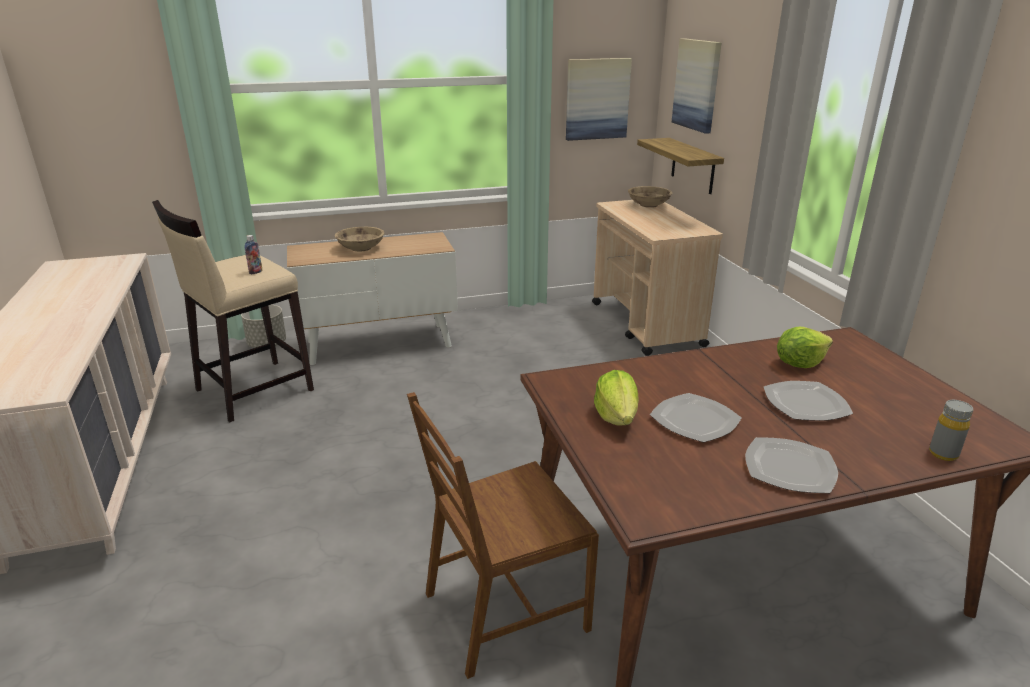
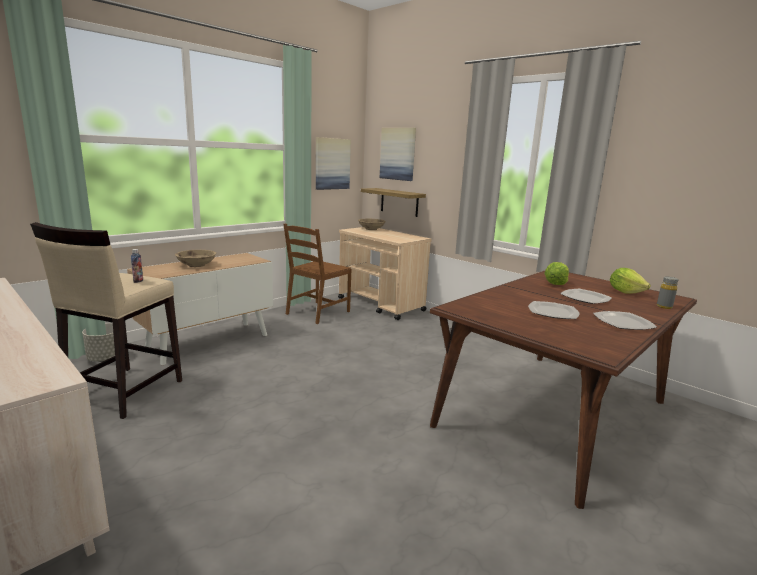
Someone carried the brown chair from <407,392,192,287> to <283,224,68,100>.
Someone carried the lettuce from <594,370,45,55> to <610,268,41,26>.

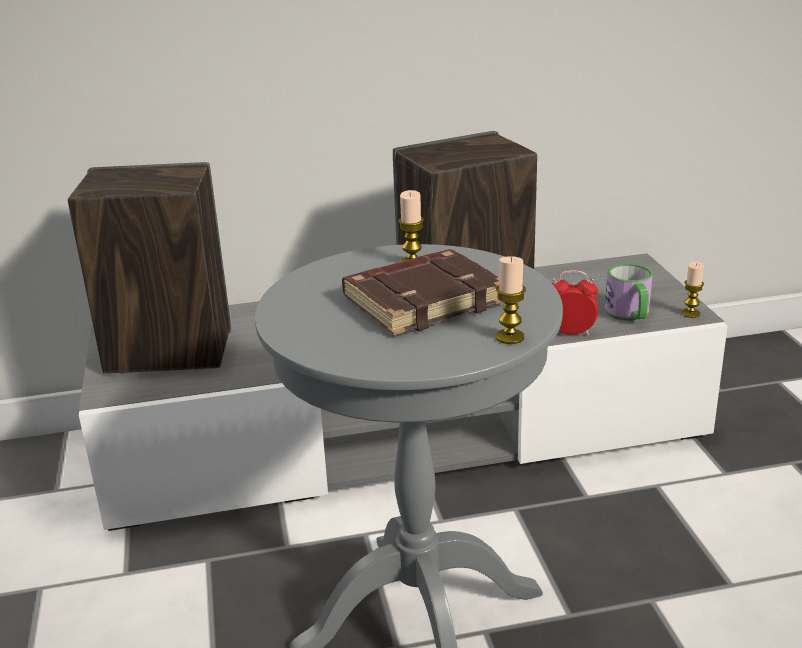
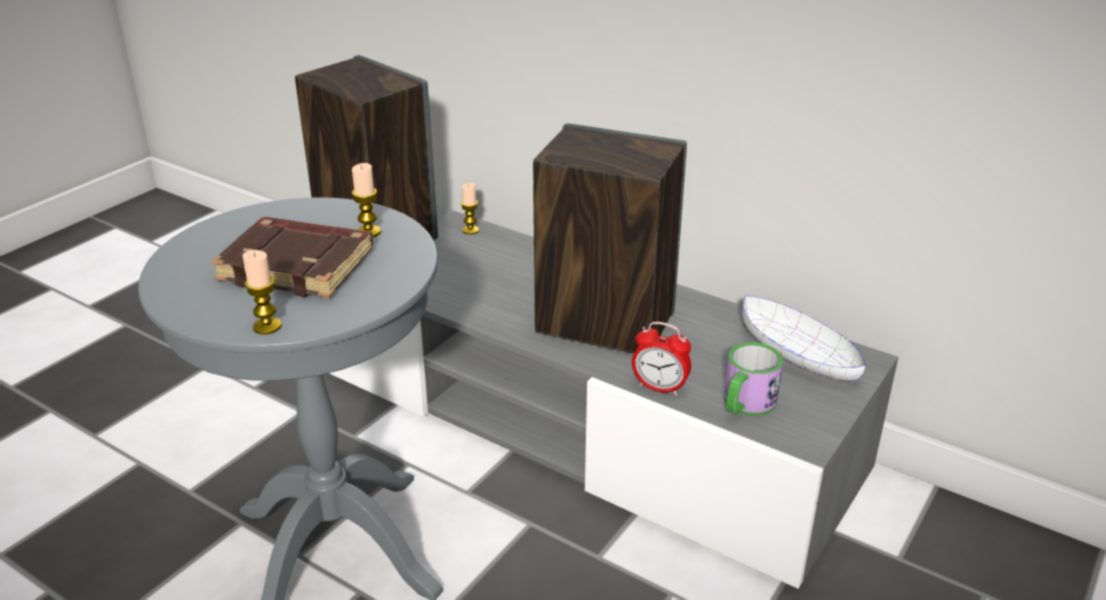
Someone carried the candle from <681,261,23,57> to <461,183,18,52>.
Someone rotated the alarm clock at <552,270,46,65> by 150 degrees clockwise.
Someone put down the white bowl at <743,296,123,85>.

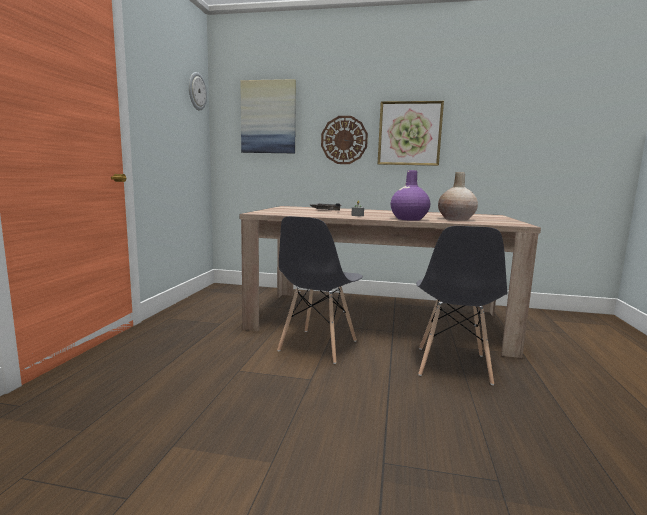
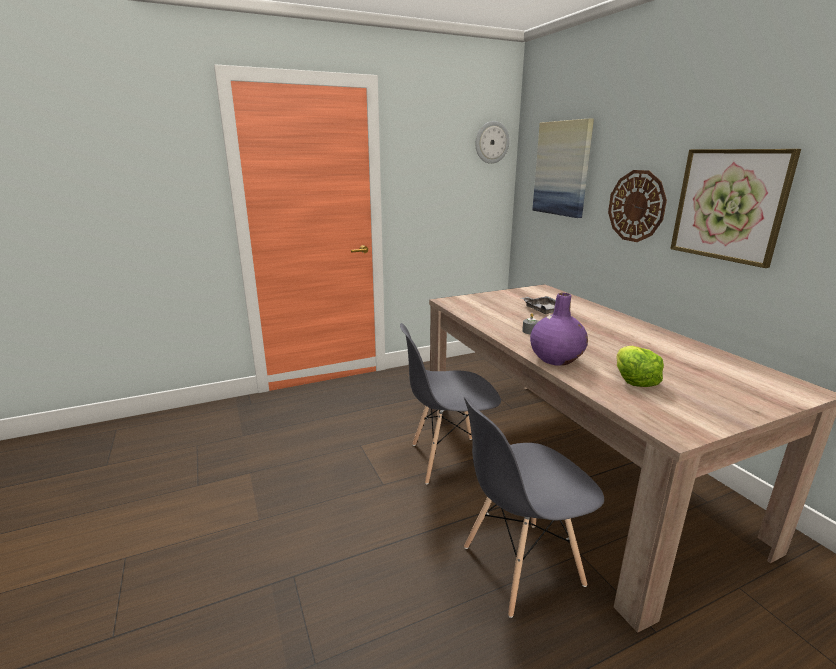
Someone swapped the beige vase at <438,172,40,49> for the lettuce at <616,346,48,41>.

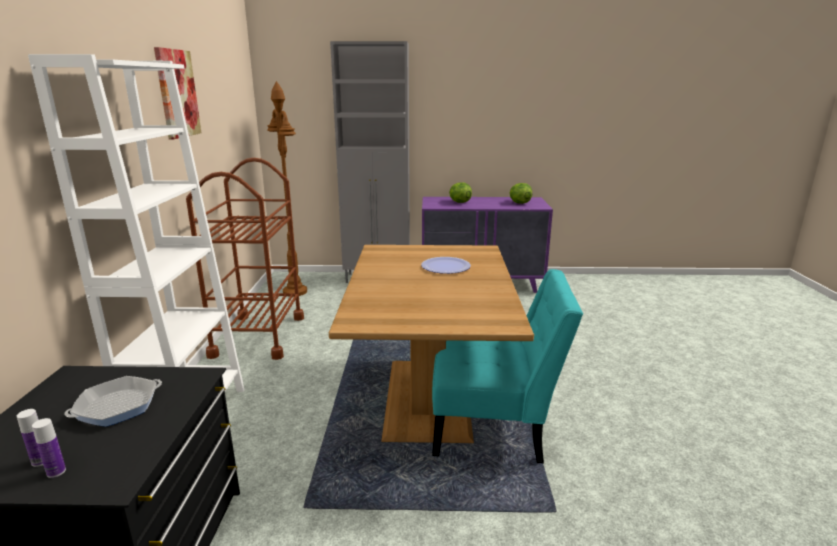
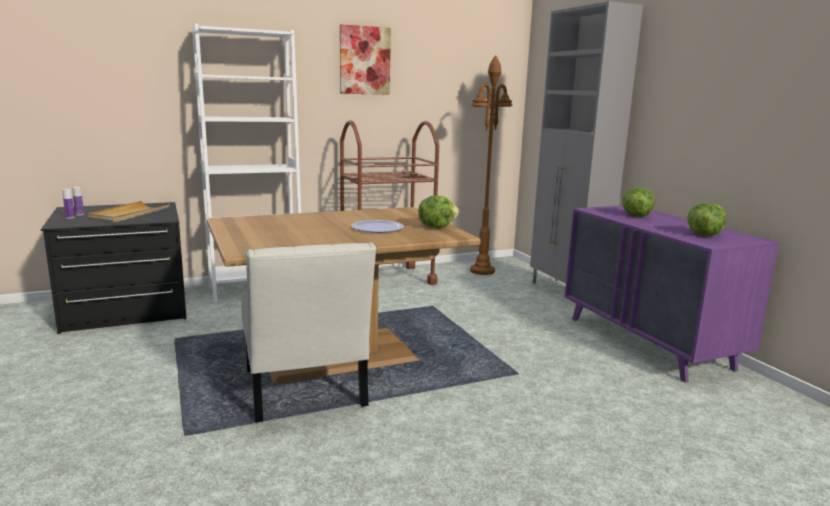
Someone swapped the frying pan at <64,376,98,51> for the beige tray at <88,201,82,21>.
Someone repainted the turquoise chair at <432,269,151,195>, which became the white chair at <241,242,135,181>.
Someone put down the lettuce at <418,195,41,33>.

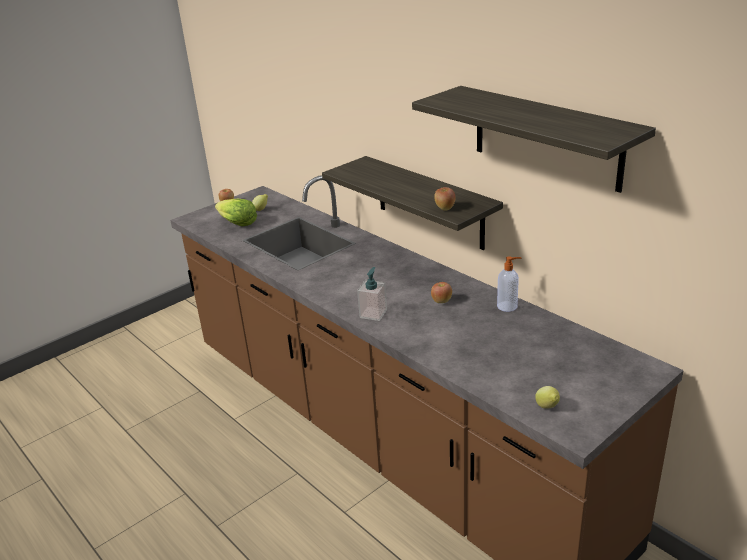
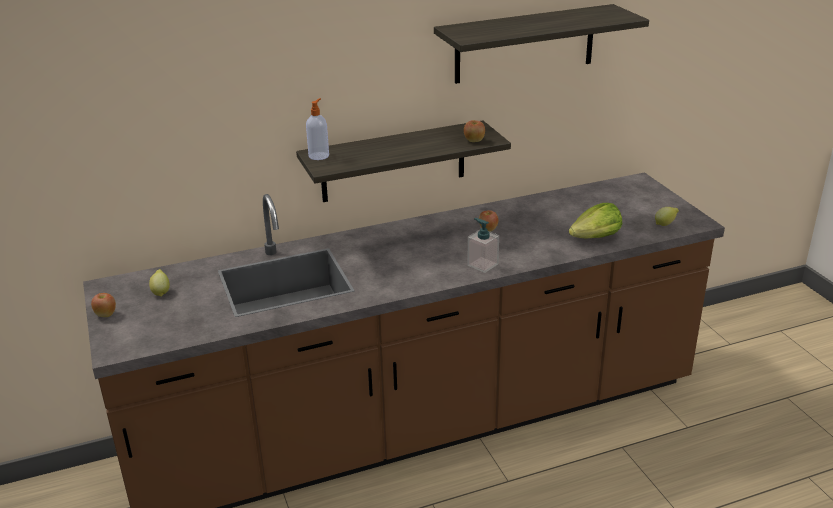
Someone carried the soap dispenser from <497,256,24,56> to <306,98,23,62>.
Someone carried the lettuce from <215,199,42,27> to <569,203,53,35>.

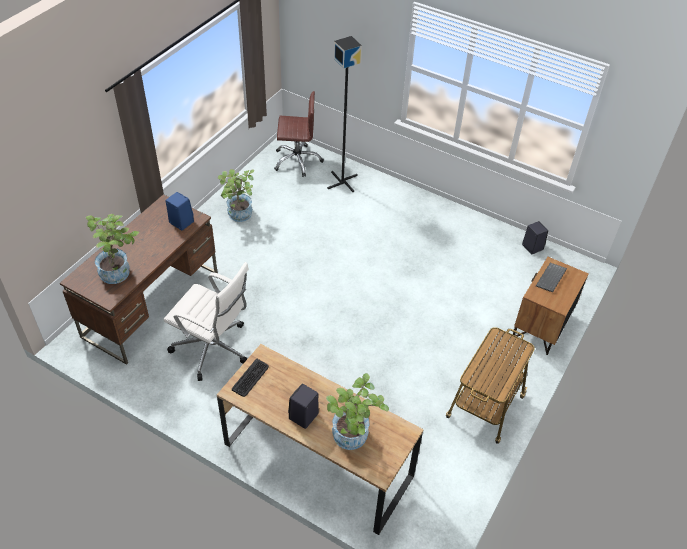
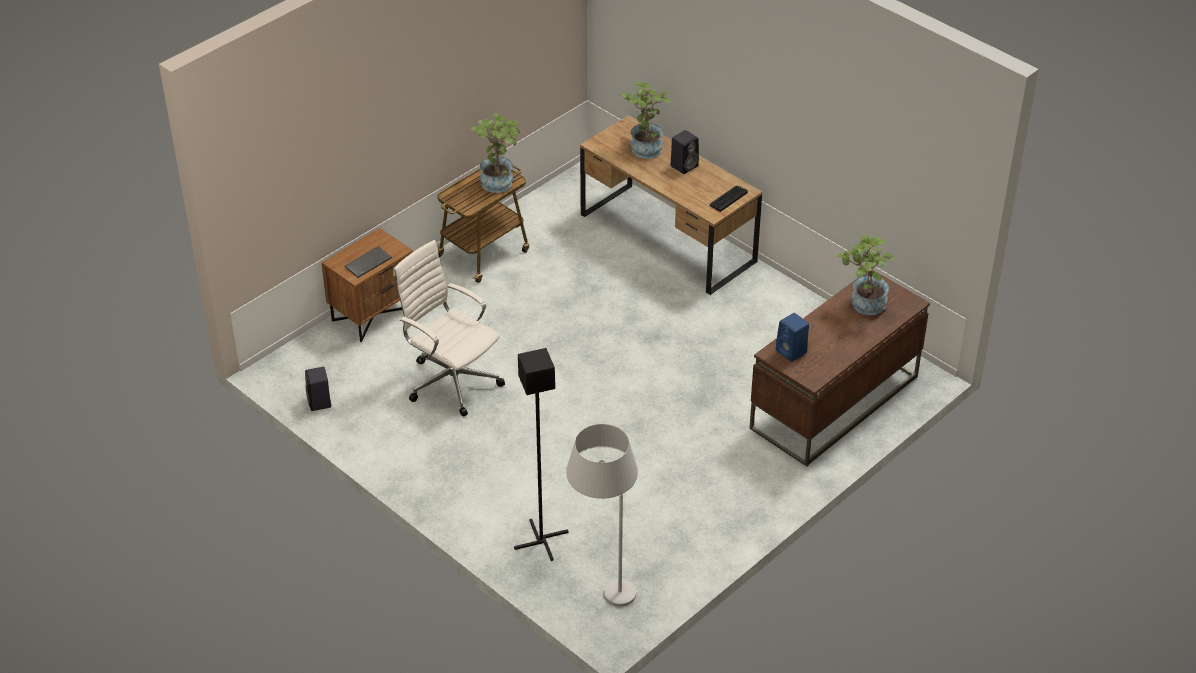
Someone carried the white office chair from <163,262,86,119> to <393,240,112,177>.
Someone carried the potted plant from <218,169,36,53> to <471,113,49,80>.
Someone swapped the brown office chair at <274,91,50,86> for the white floor lamp at <566,424,72,183>.

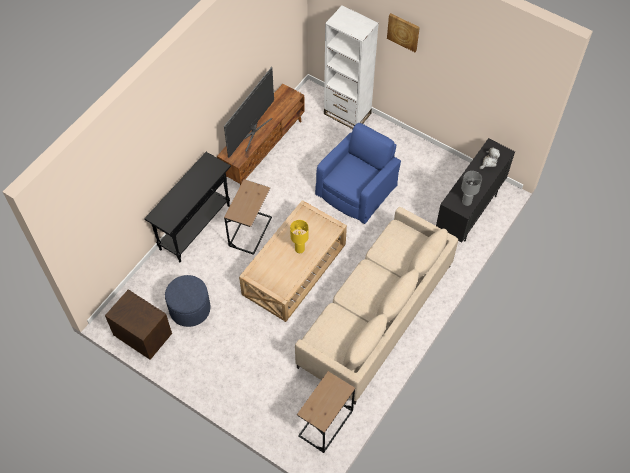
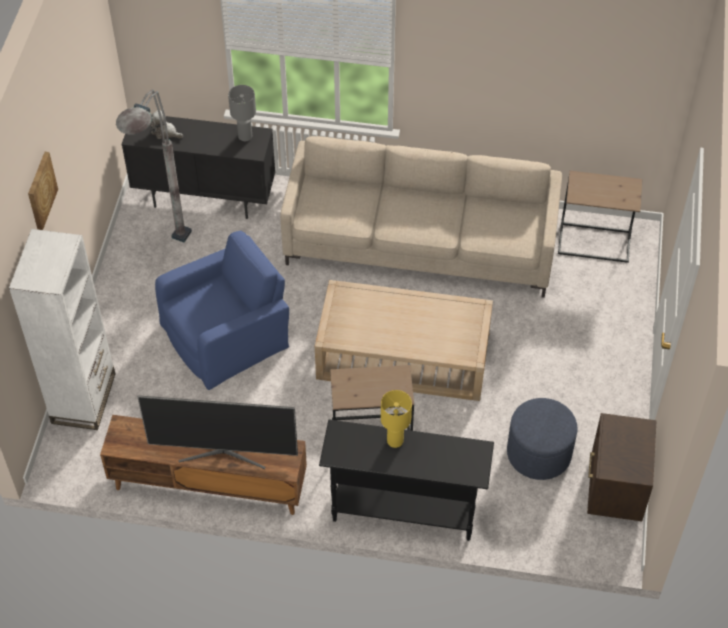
Someone put down the grey floor lamp at <116,90,76,152>.
Someone rotated the blue armchair at <315,123,86,101> by 135 degrees clockwise.
Someone carried the yellow table lamp from <290,220,19,33> to <381,390,31,58>.

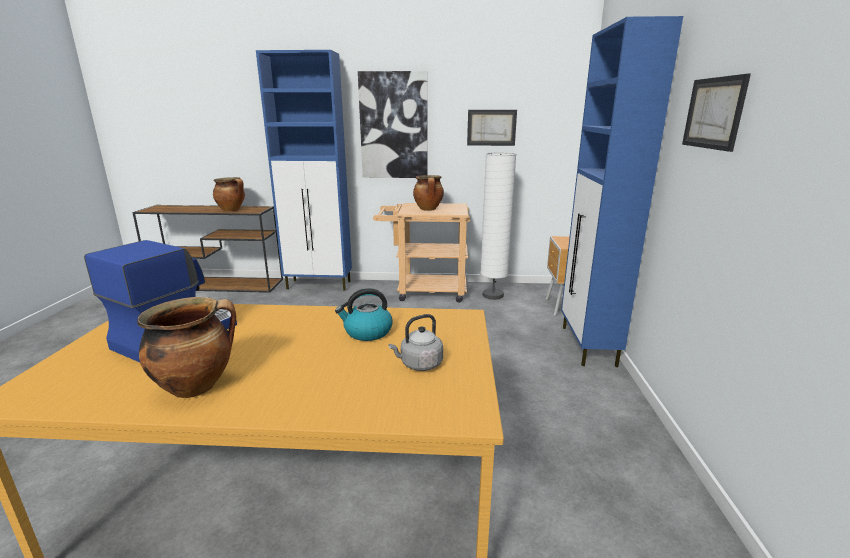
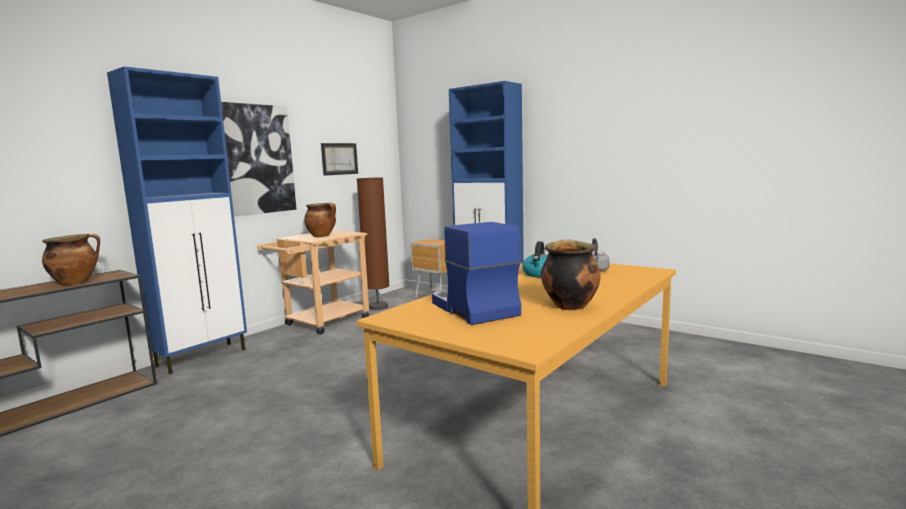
Someone repainted the white floor lamp at <480,152,36,148>, which became the brown floor lamp at <357,177,33,133>.
Someone took away the picture at <682,74,69,78>.

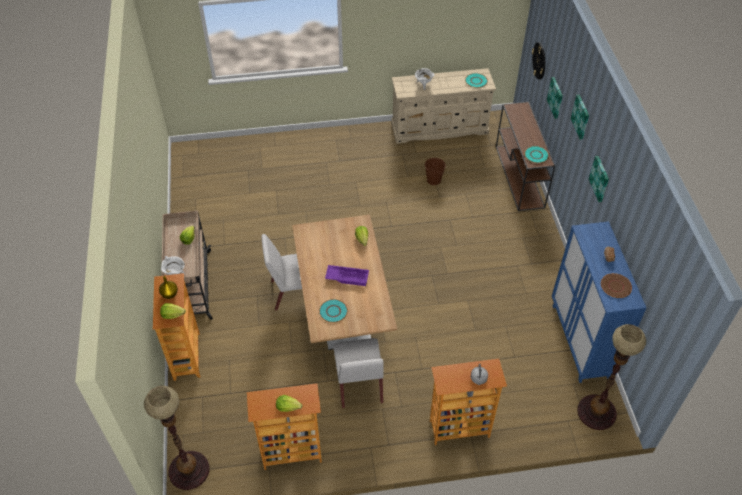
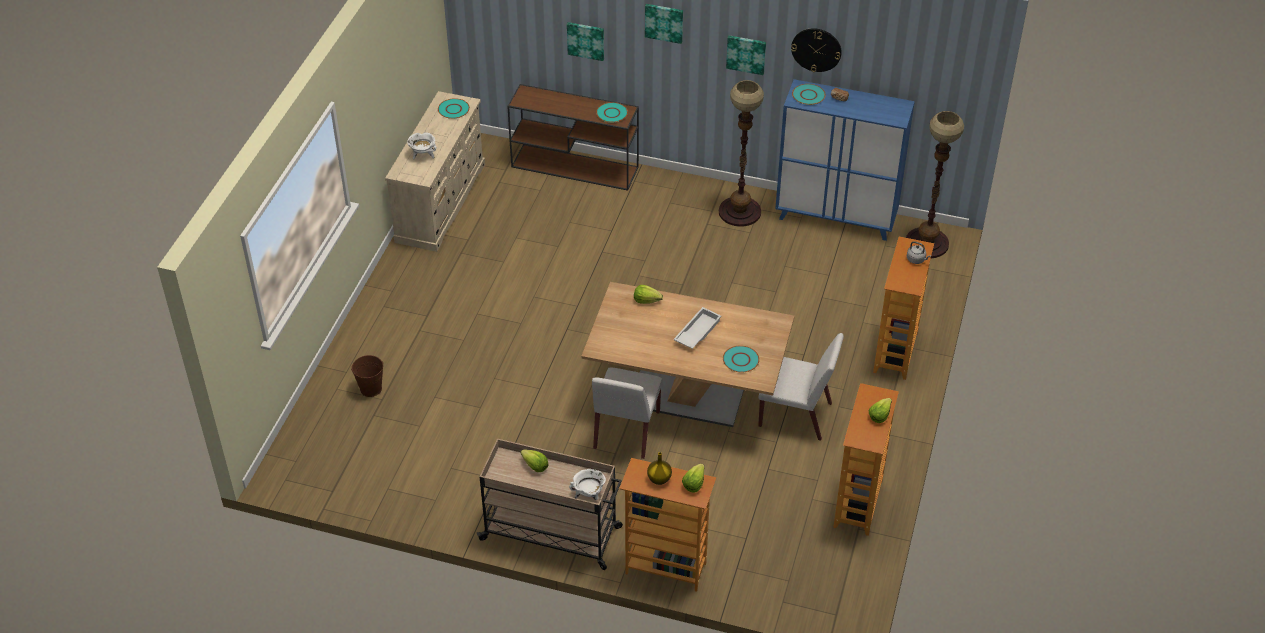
Someone carried the brown bucket from <425,158,21,27> to <351,355,32,42>.
Someone repainted the purple tray at <325,265,44,21>, which became the white tray at <673,307,48,42>.
Someone carried the floor lamp from <144,386,66,104> to <719,80,45,147>.
Someone carried the wall clock from <532,42,13,38> to <791,28,51,44>.
Someone put down the turquoise plate at <792,84,34,21>.
Someone took away the brown plate at <601,273,31,25>.

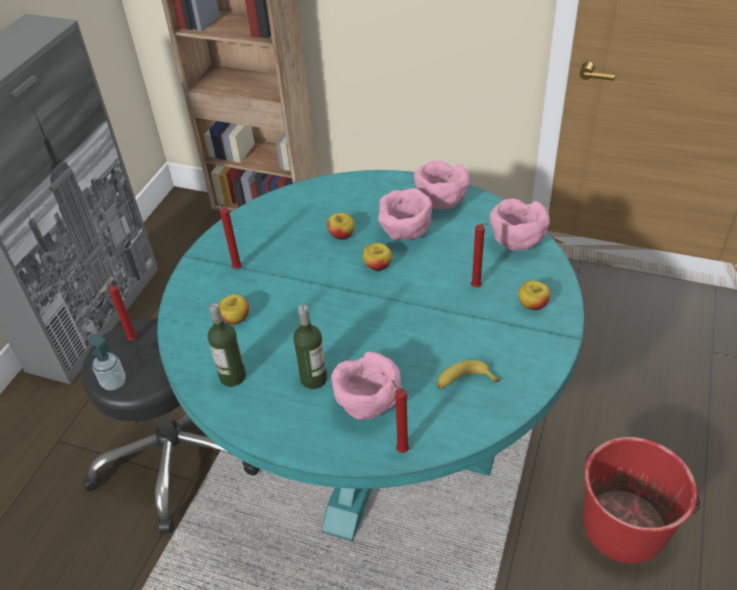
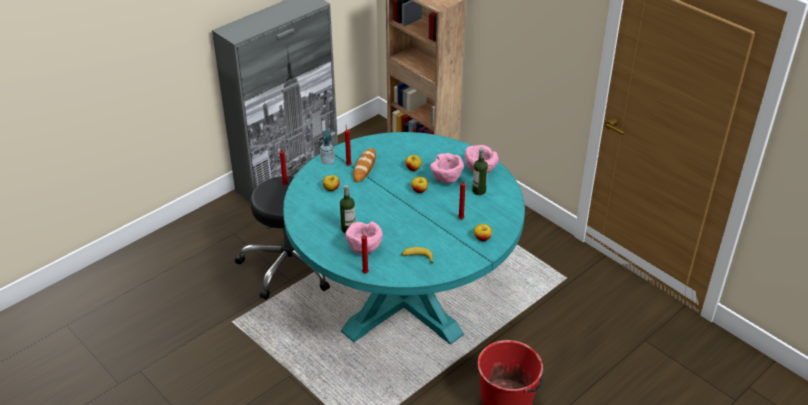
Someone carried the soap dispenser from <88,334,38,57> to <320,130,15,35>.
Someone put down the bread at <353,148,23,34>.
Someone carried the bottle from <208,303,38,84> to <472,148,16,47>.
Someone took away the pink bowl at <490,198,60,53>.

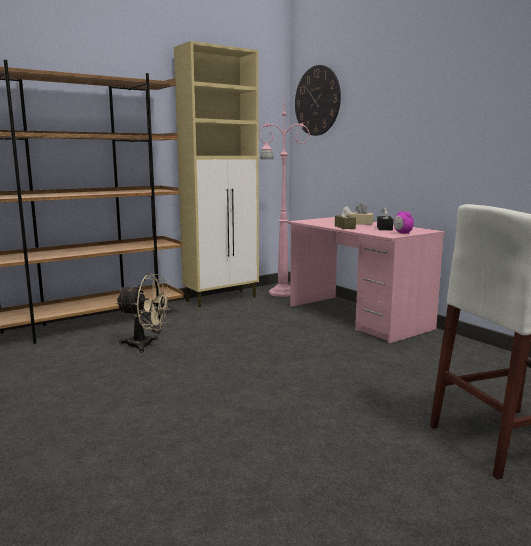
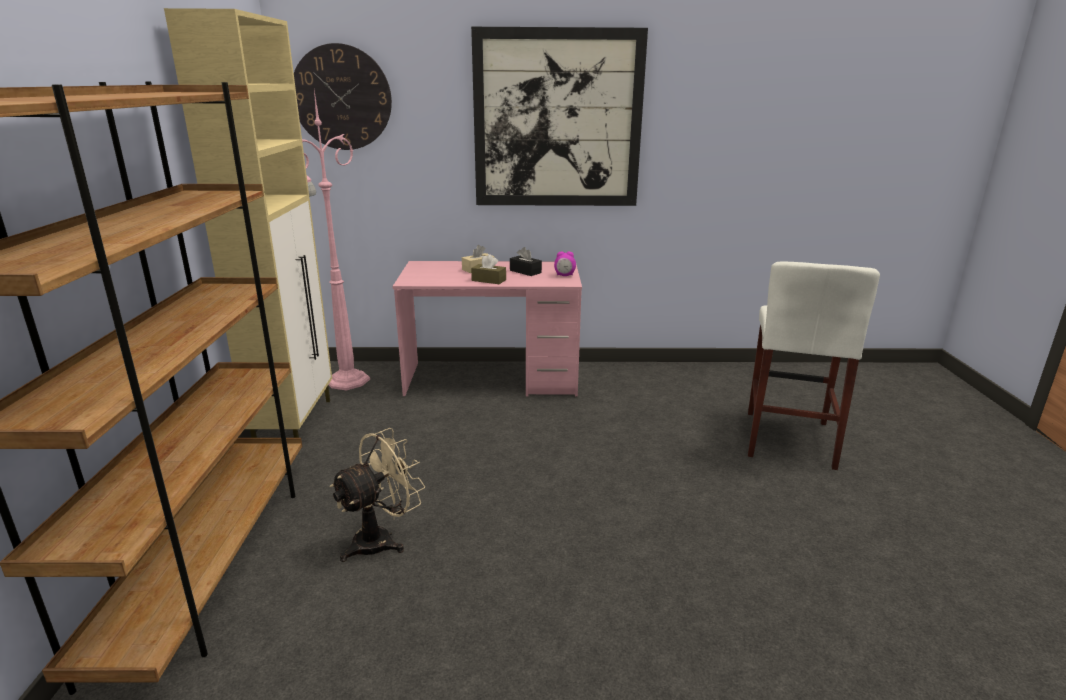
Someone put up the picture at <471,27,177,179>.

